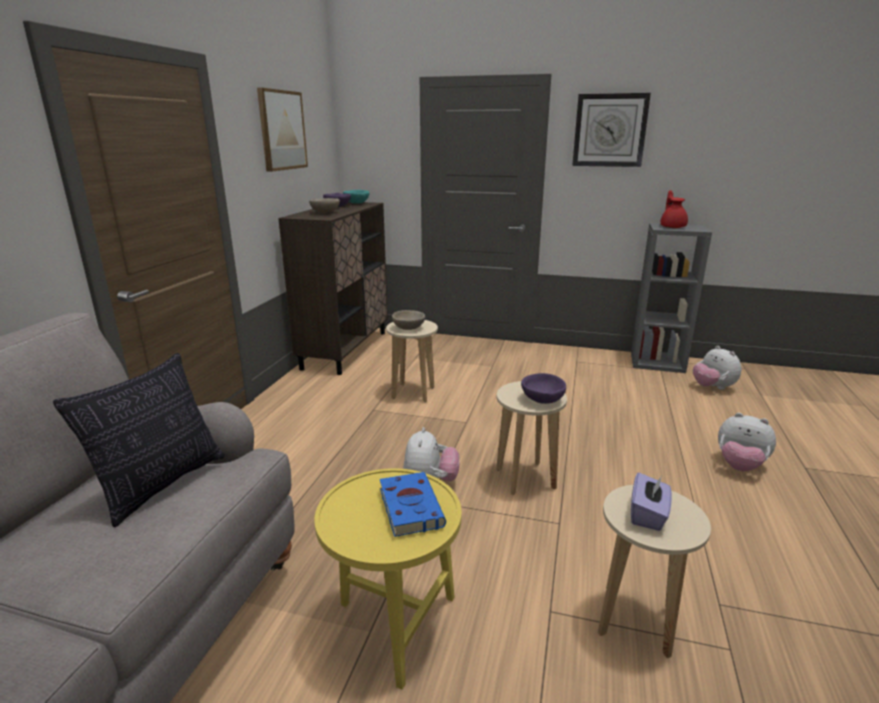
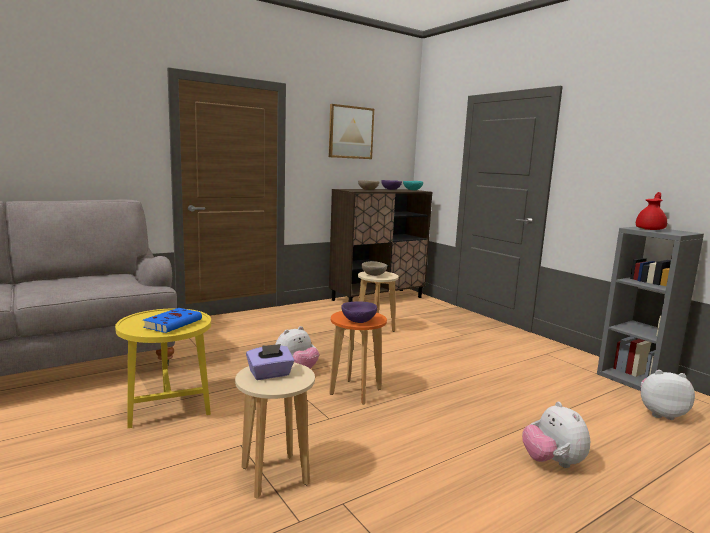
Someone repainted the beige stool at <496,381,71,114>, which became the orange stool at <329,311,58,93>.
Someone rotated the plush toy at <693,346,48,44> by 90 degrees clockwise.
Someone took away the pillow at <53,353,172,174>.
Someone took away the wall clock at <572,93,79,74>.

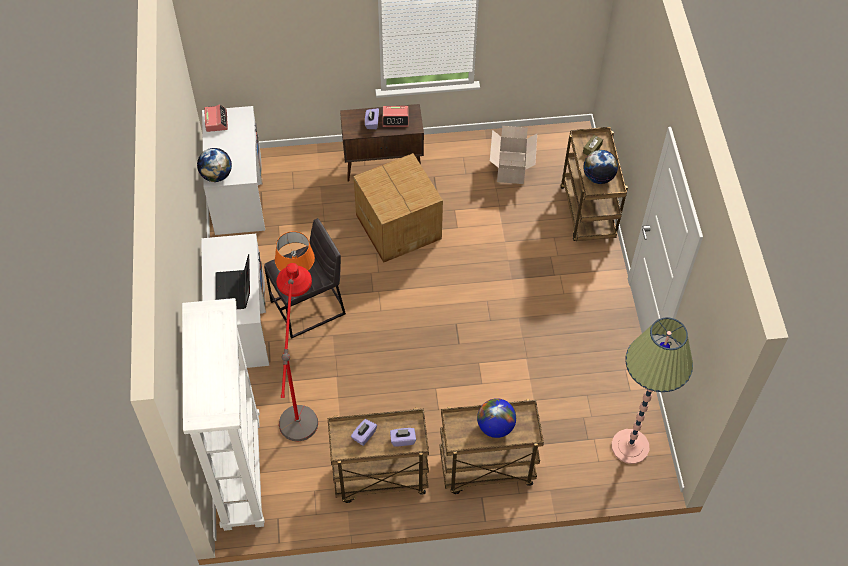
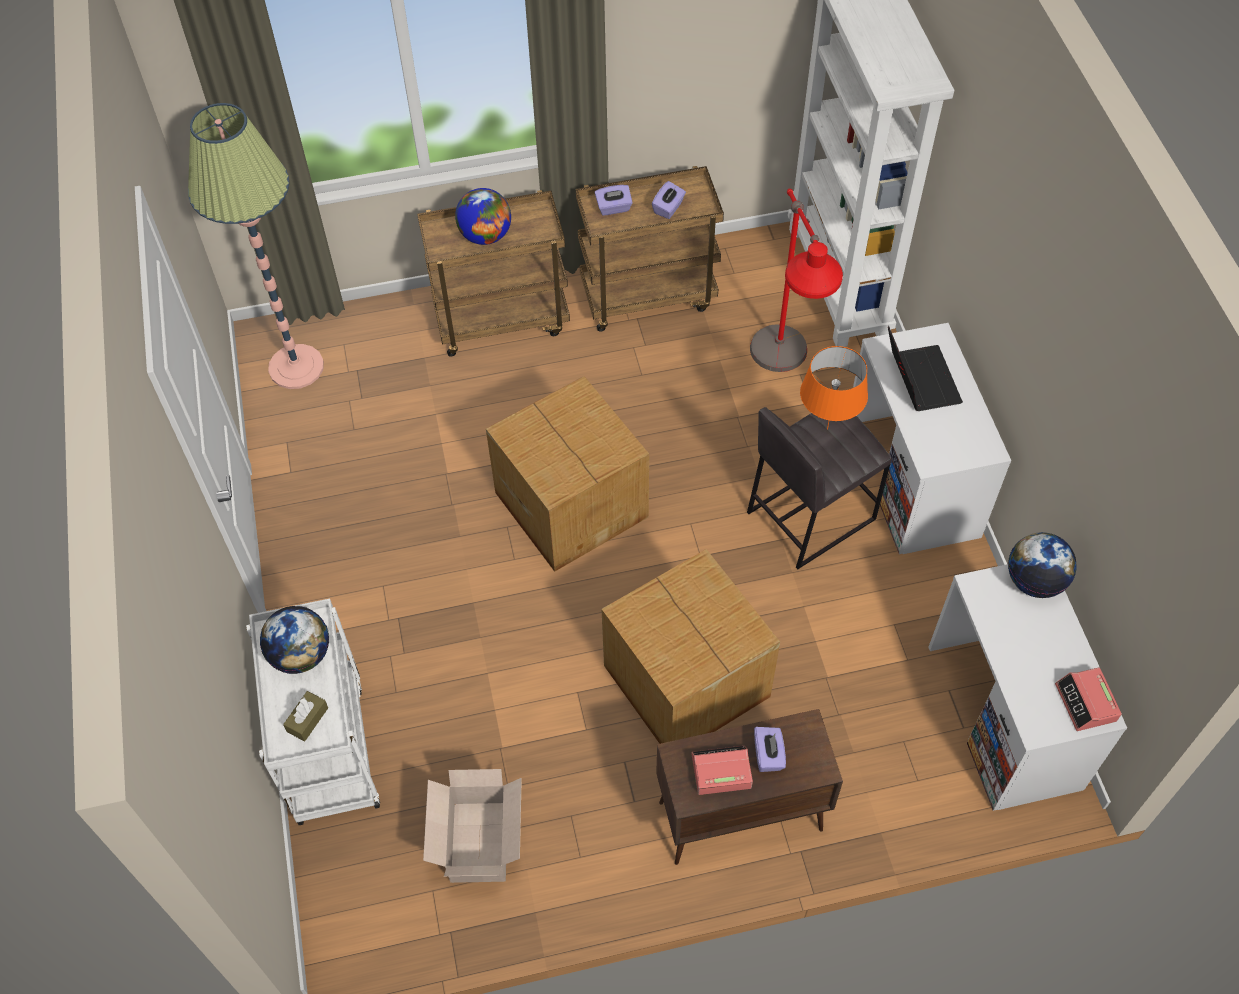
Someone repainted the brown cart at <561,127,67,114>, which became the white cart at <246,598,134,227>.
Someone put down the cardboard box at <486,376,163,196>.

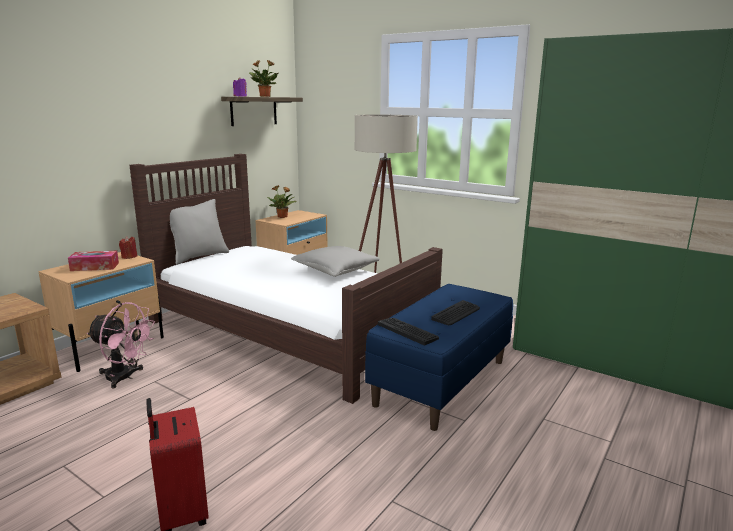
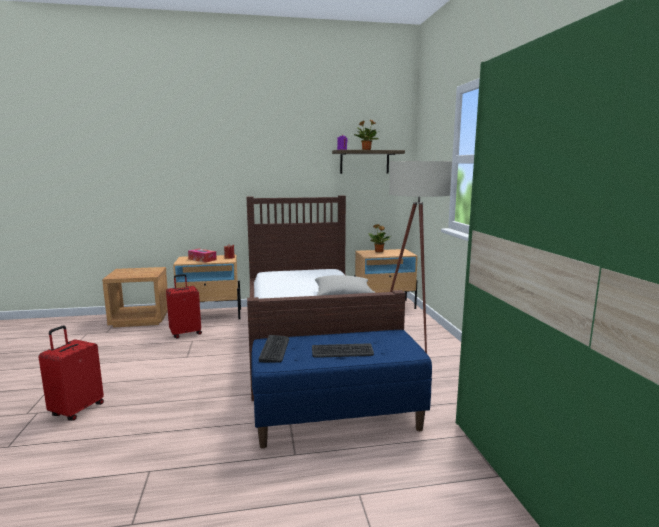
Someone swapped the pink fan at <87,302,68,87> for the red suitcase at <166,274,36,64>.
Someone took away the grey pillow at <170,199,59,66>.

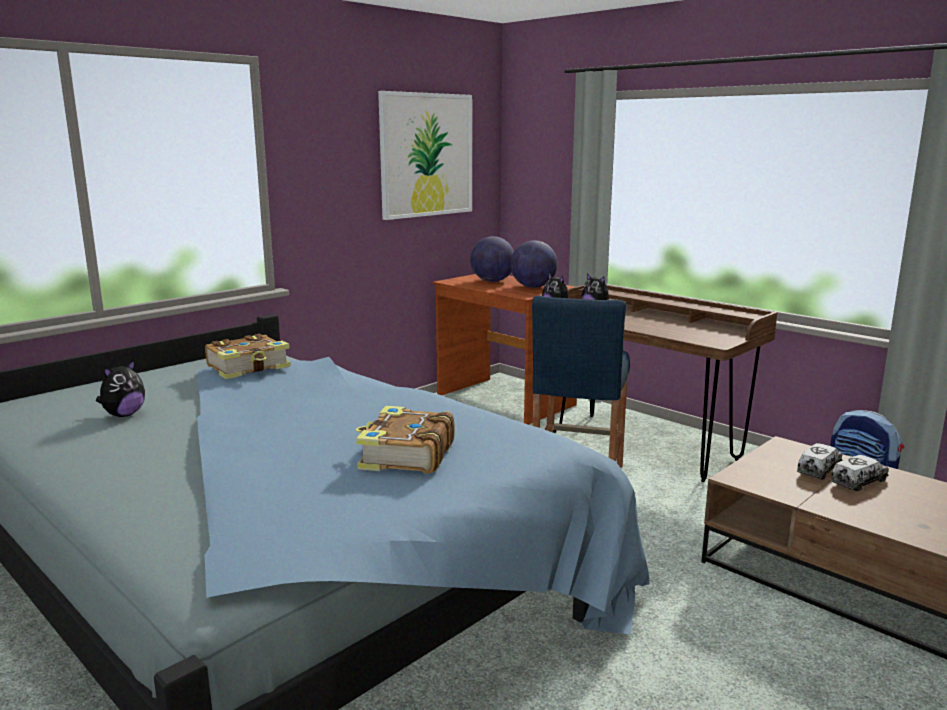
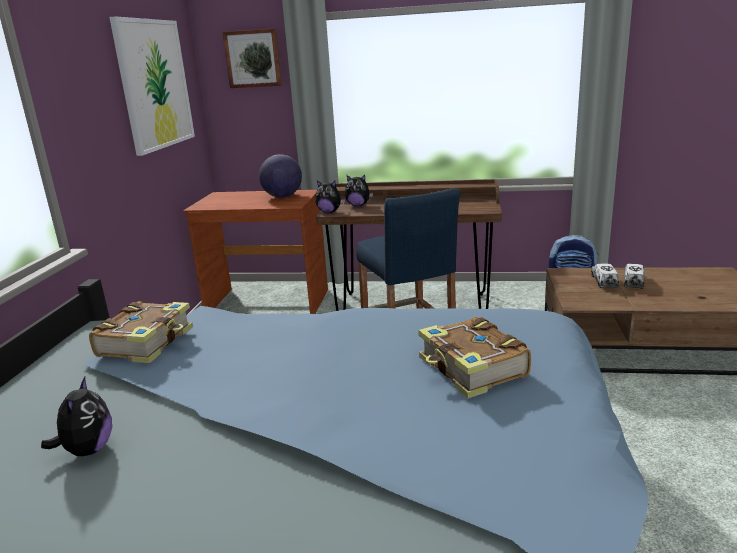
Someone put up the picture at <222,28,60,60>.
Someone took away the globe at <470,236,44,46>.

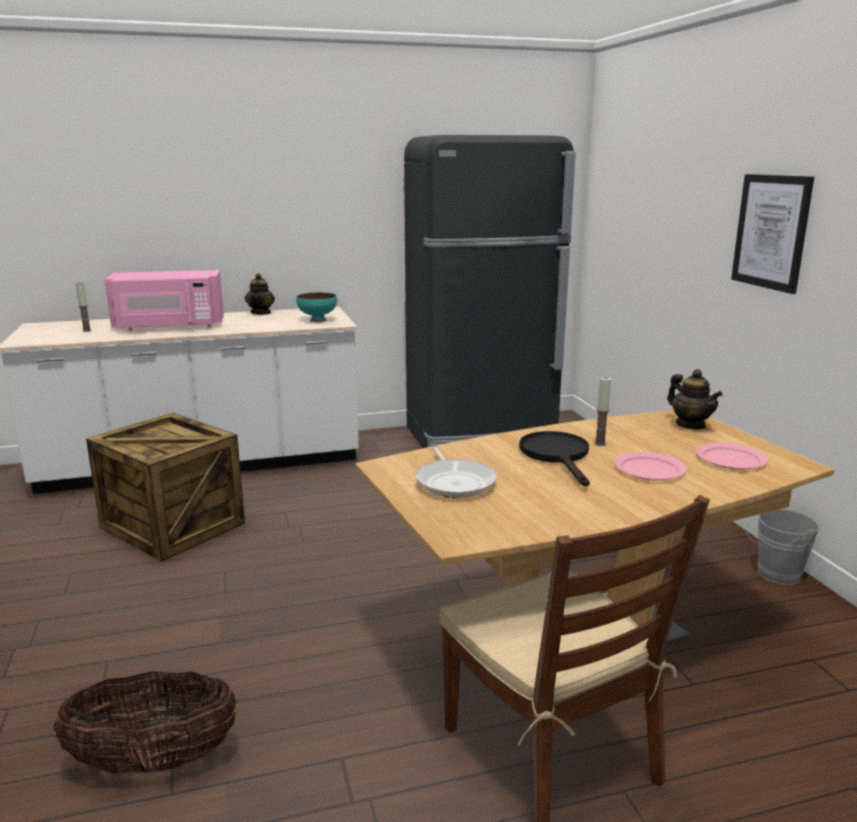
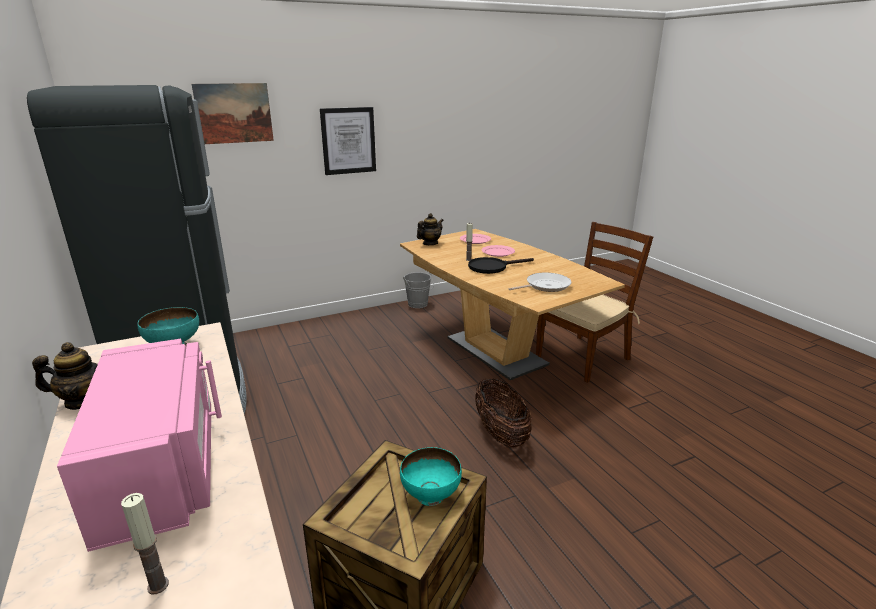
Someone put up the picture at <192,83,82,61>.
Someone put down the turquoise bowl at <400,447,62,59>.
Someone carried the basket from <53,672,185,101> to <475,378,56,69>.

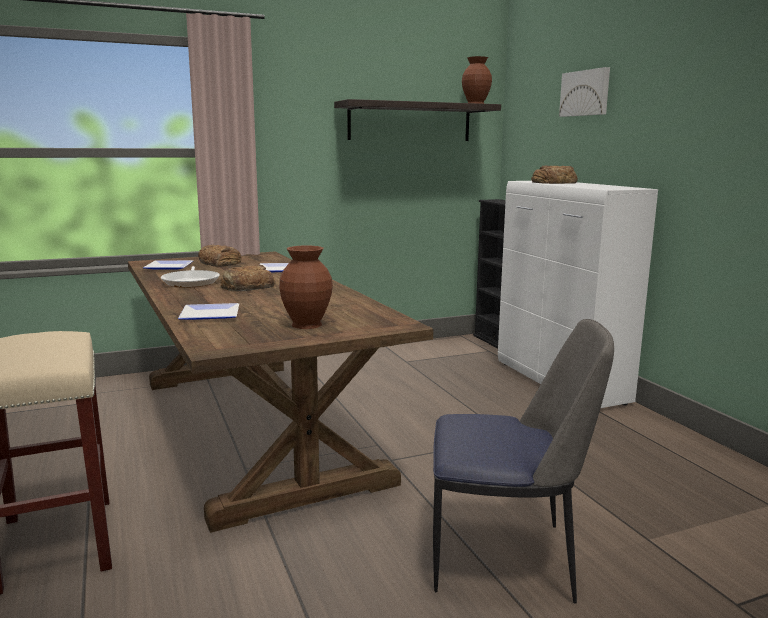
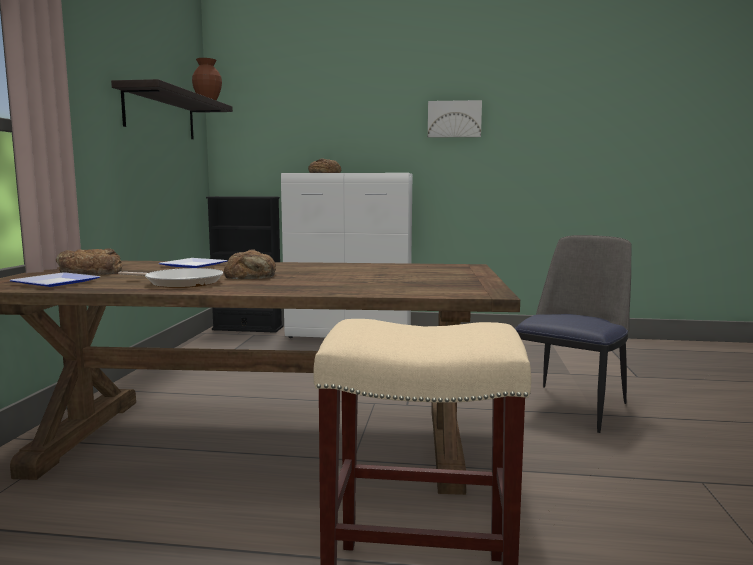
Someone carried the picture from <559,67,51,50> to <428,100,54,38>.
Someone took away the plate at <178,303,61,17>.
Someone took away the brown vase at <279,246,54,83>.

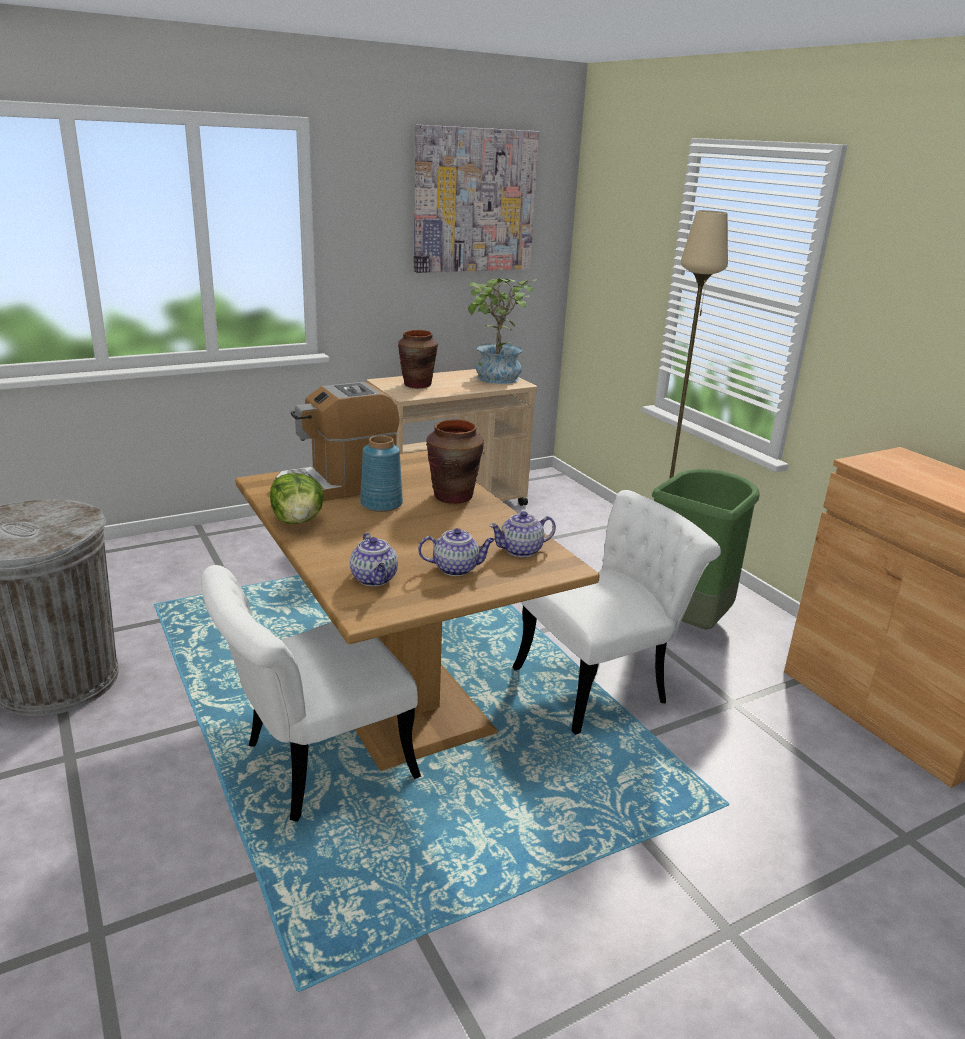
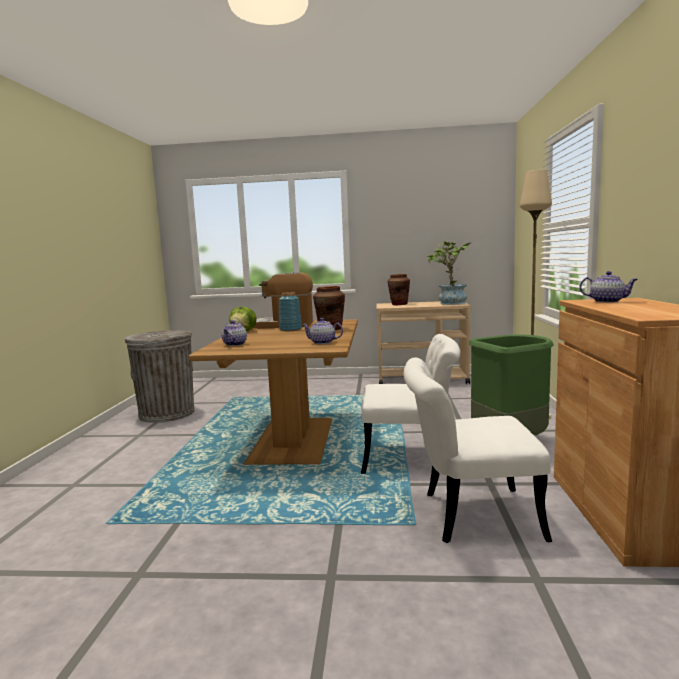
Someone carried the white chair from <201,565,220,257> to <403,358,149,185>.
Someone carried the teapot from <418,528,77,48> to <579,271,59,32>.
Someone took away the picture at <414,125,125,148>.

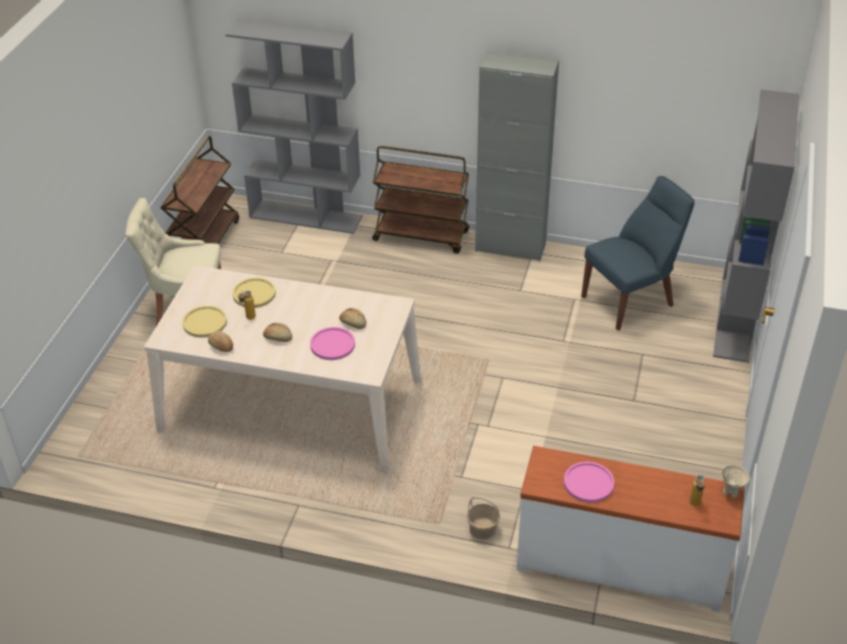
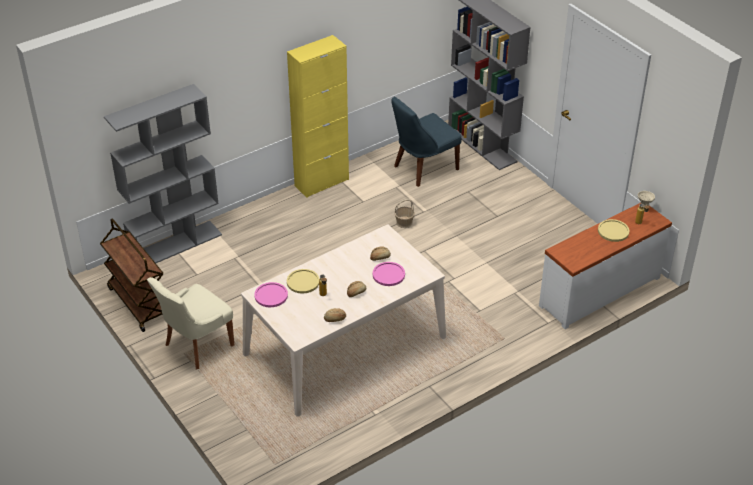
Someone carried the pink plate from <564,462,50,41> to <254,282,34,25>.
Someone repainted the grey cabinet at <475,51,84,210>, which became the yellow cabinet at <287,35,62,163>.
Someone rotated the blue chair at <581,176,114,155> by 135 degrees counterclockwise.
Someone carried the basket from <467,496,33,44> to <394,199,21,29>.
Someone carried the yellow plate from <182,306,45,32> to <598,219,31,23>.
Someone took away the brown cart at <372,146,97,108>.

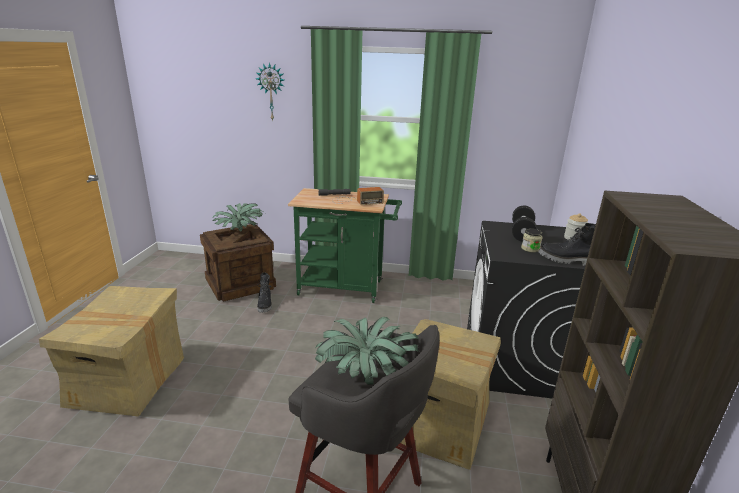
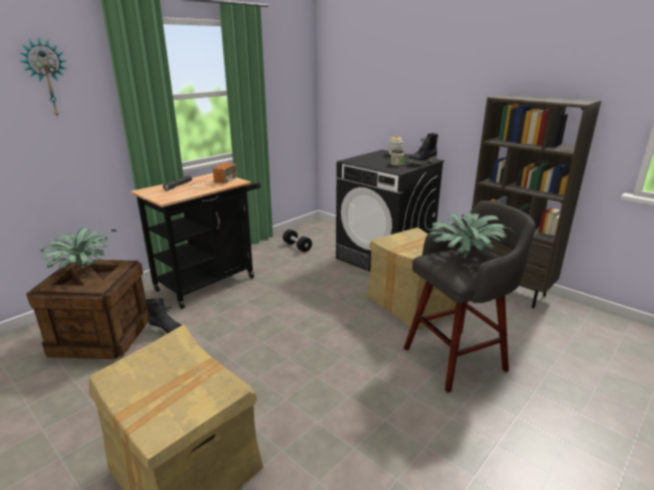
Someone repainted the green cart at <288,188,114,115>, which became the black cart at <131,173,130,136>.
Someone carried the black dumbbell from <512,206,24,35> to <283,229,29,23>.

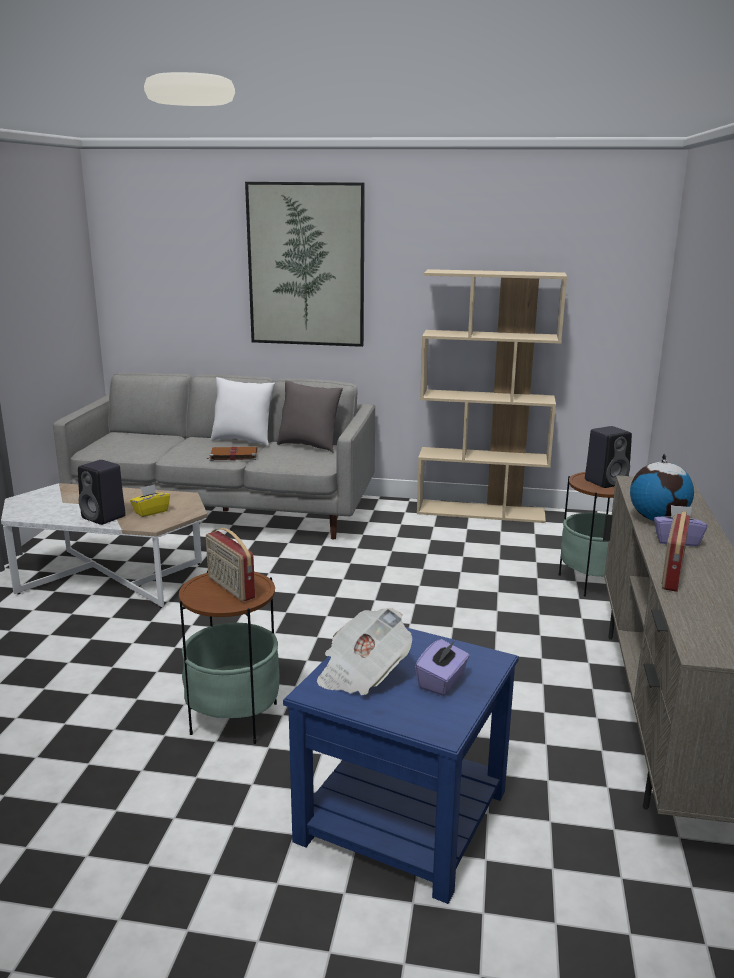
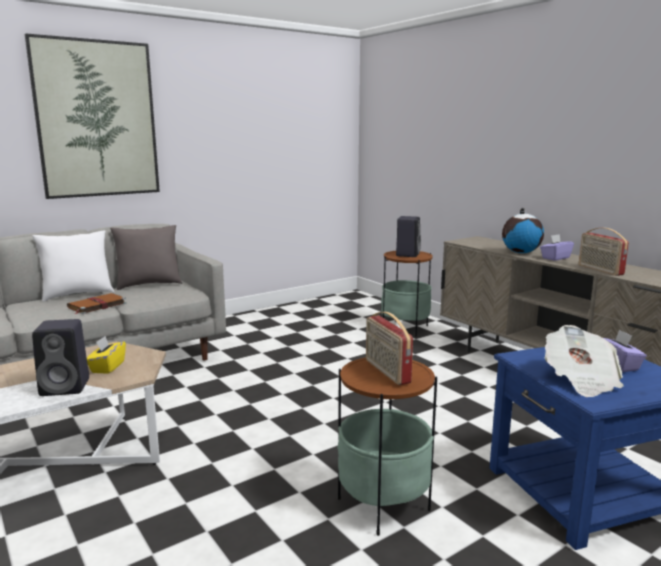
Someone rotated the radio at <206,528,49,73> by 60 degrees clockwise.
Someone took away the beige bookcase at <417,269,150,254>.

